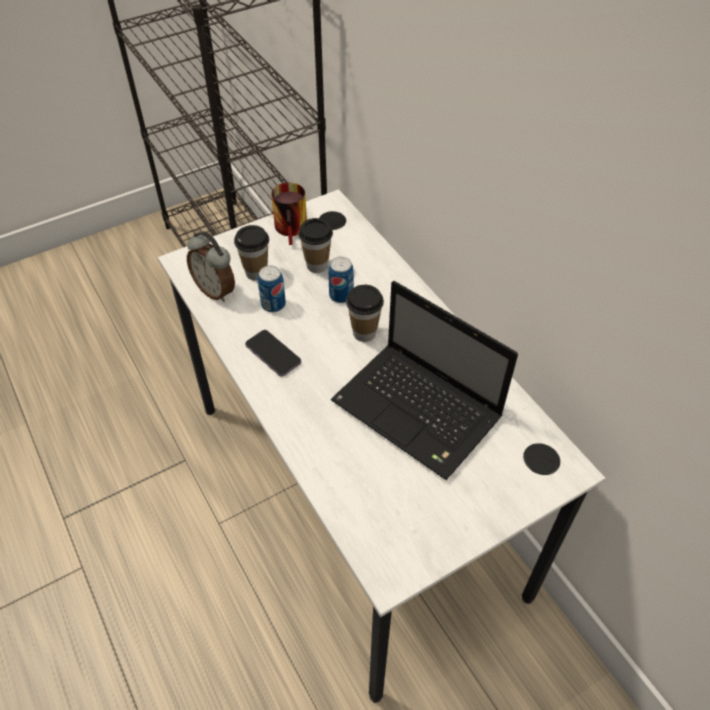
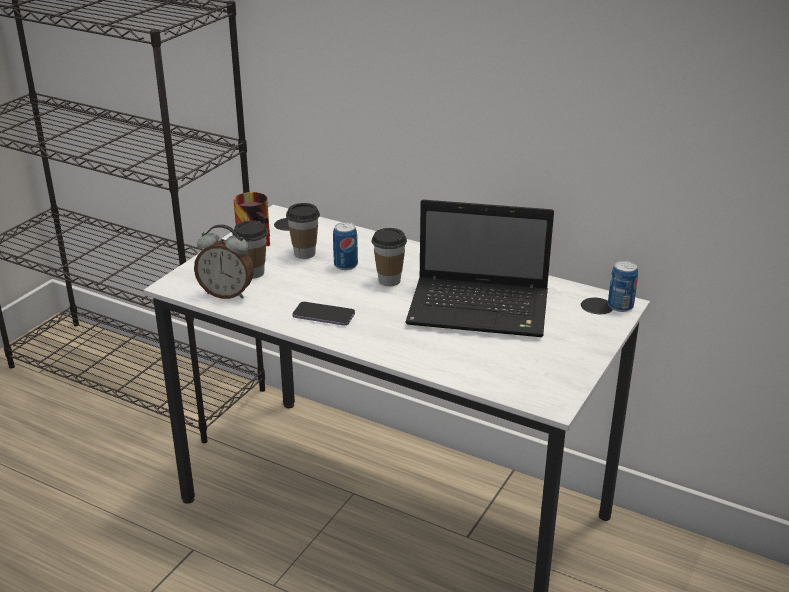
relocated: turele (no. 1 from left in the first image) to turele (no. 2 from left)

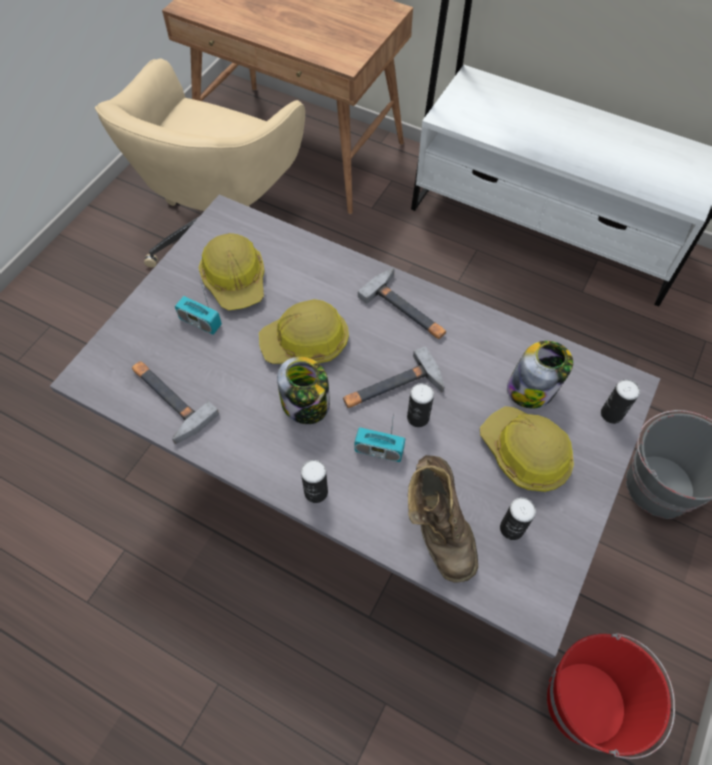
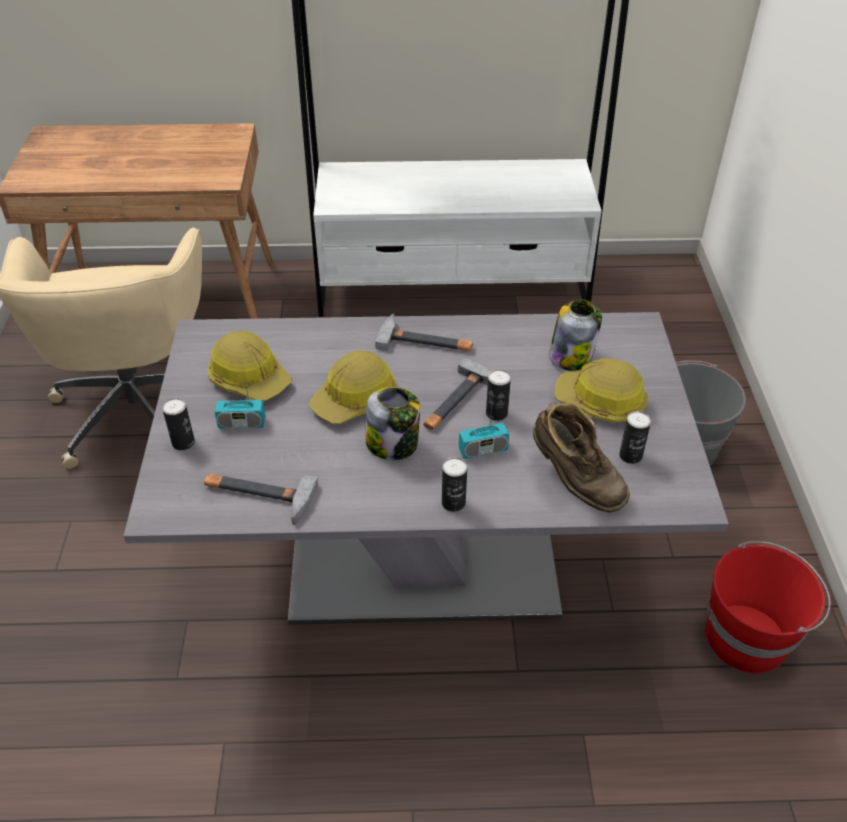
relocated: turele (no. 4 from left in the first image) to turele (no. 1 from left)

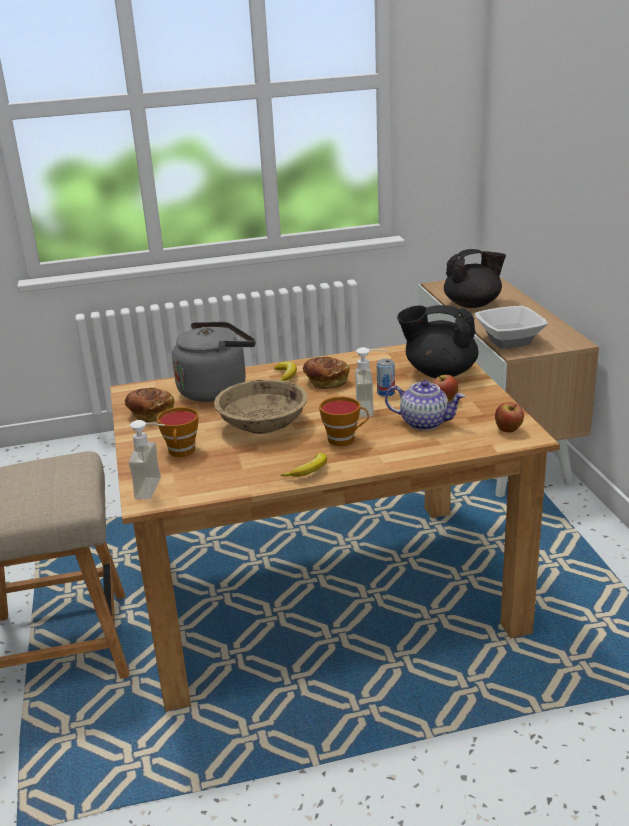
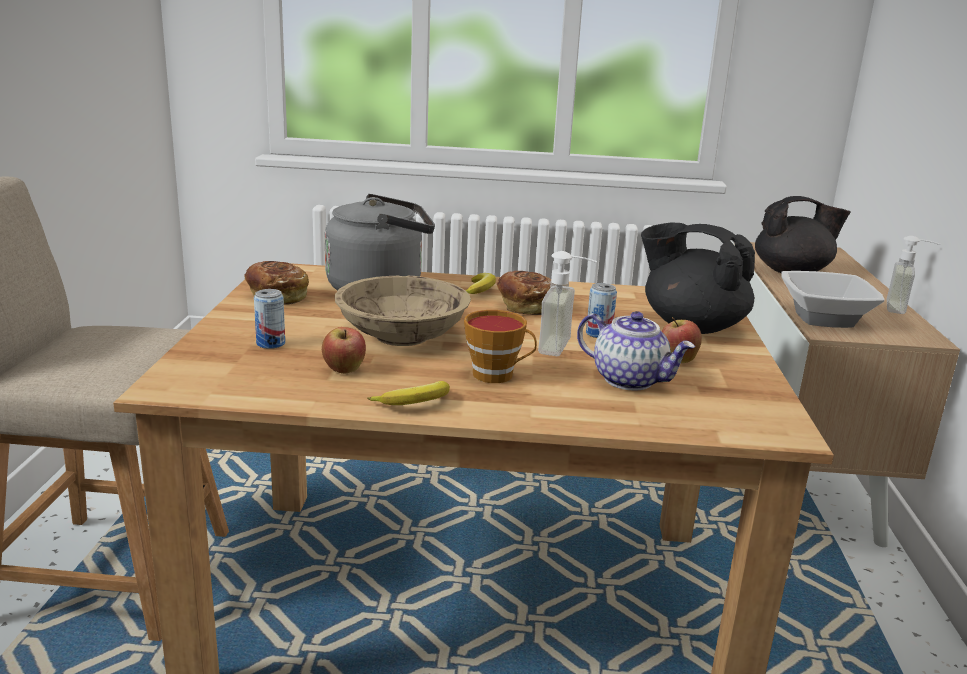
relocated: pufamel (no. 2 from left in the first image) to pufamel (no. 1 from left); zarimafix (no. 1 from left in the first image) to zarimafix (no. 2 from left)
exchanged: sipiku (no. 1 from left) to turele (no. 1 from left)

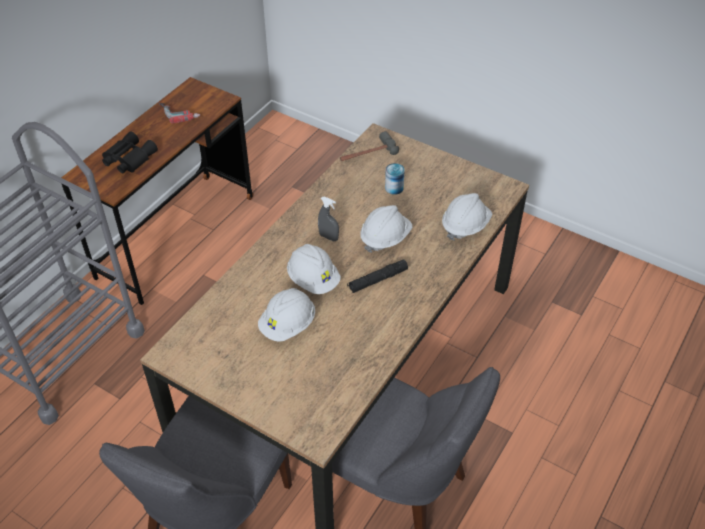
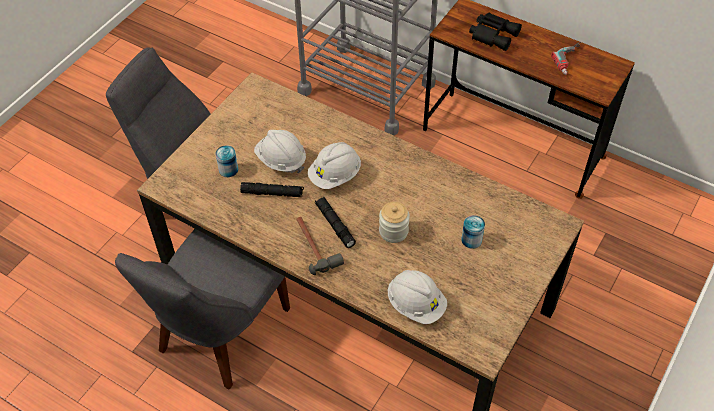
missing: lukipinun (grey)
appeared: turele (no. 1 from left); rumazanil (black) (no. 1 from left)
relocated: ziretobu
exchanged: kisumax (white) (no. 3 from left) to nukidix

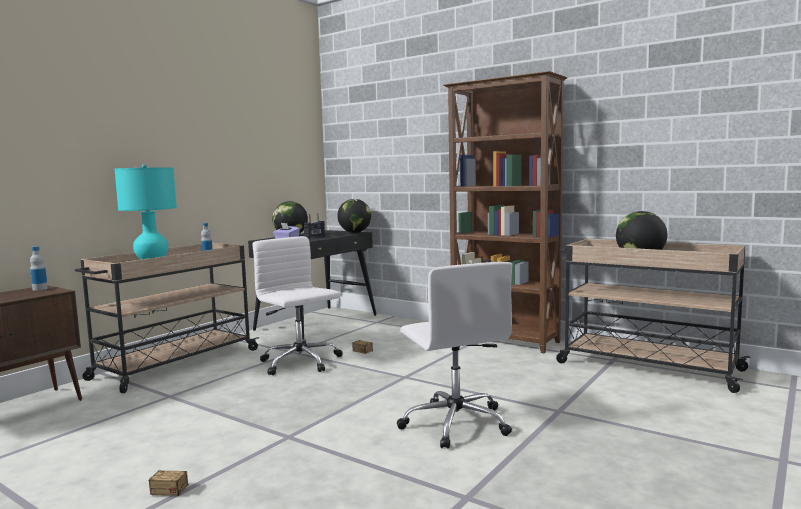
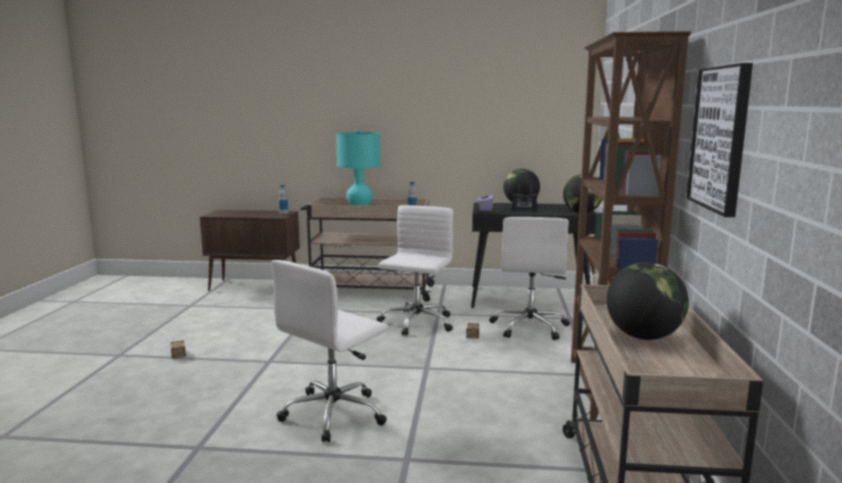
appeared: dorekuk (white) (no. 3 from left); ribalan

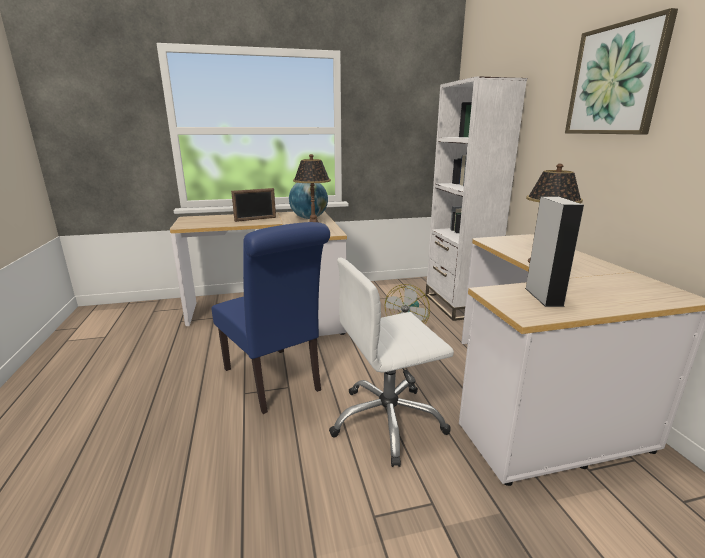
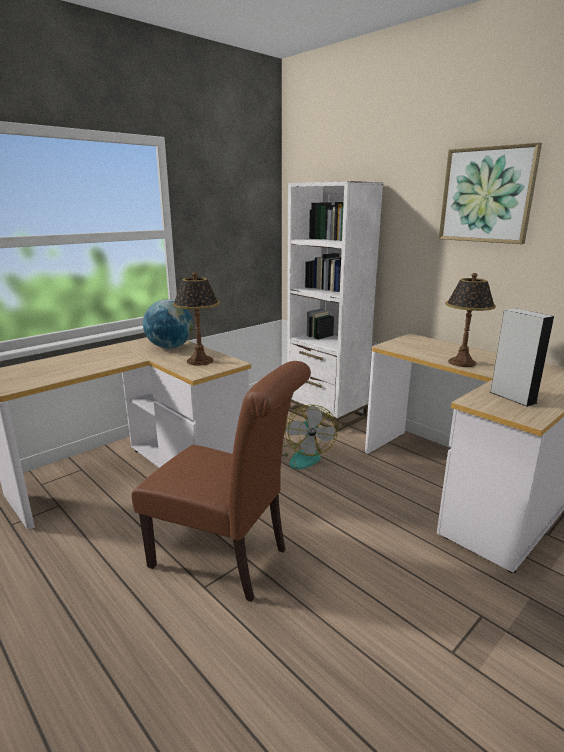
missing: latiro; dorekuk (white)
colour: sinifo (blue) to sinifo (brown)

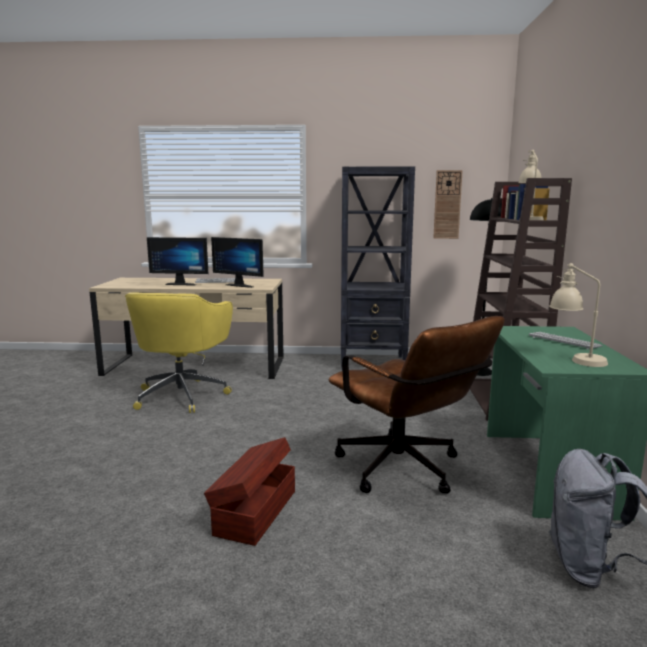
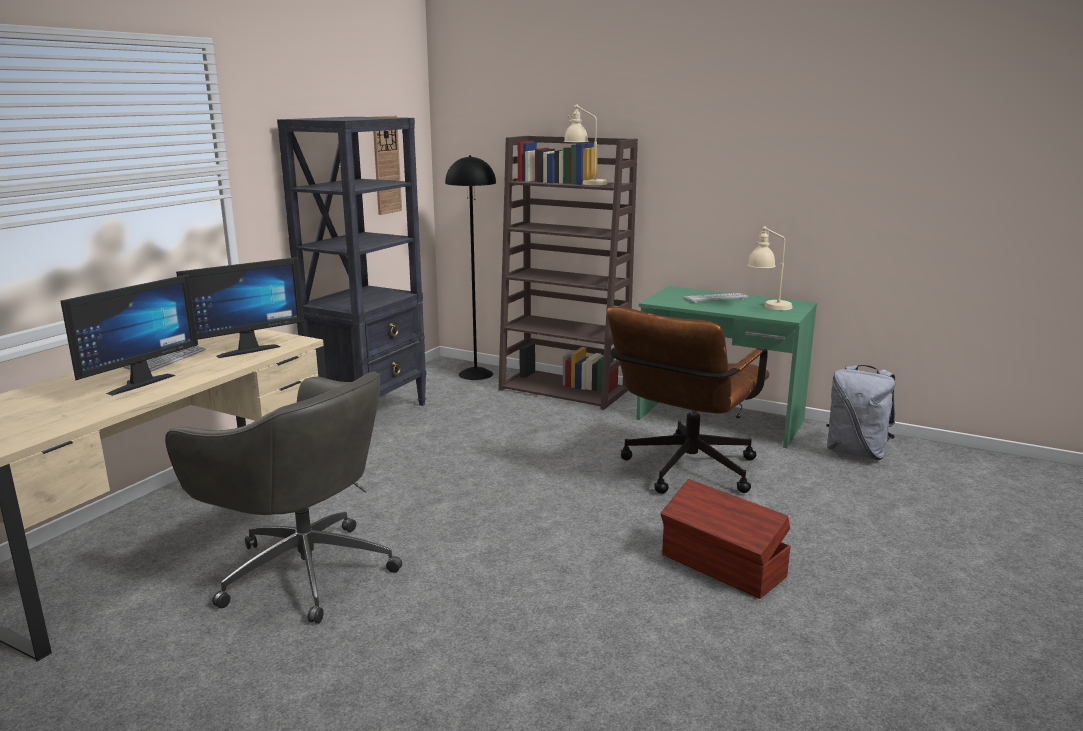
colour: dorekuk (yellow) to dorekuk (grey)
spun: dorekuk (brown) 135 degrees clockwise

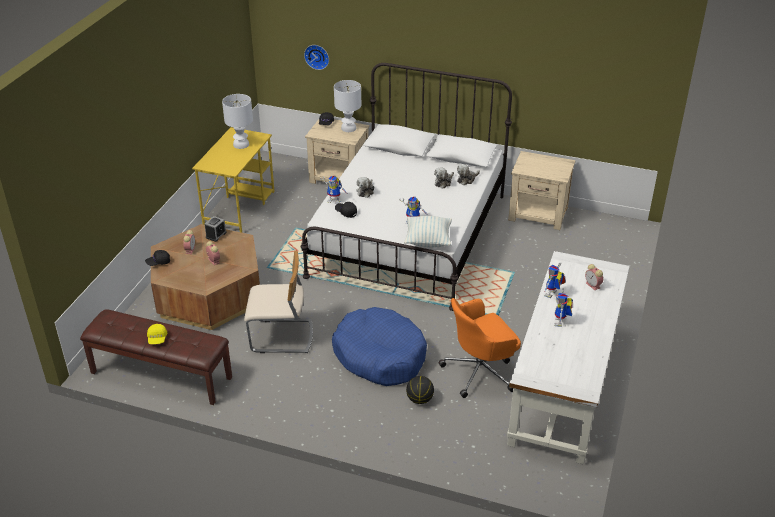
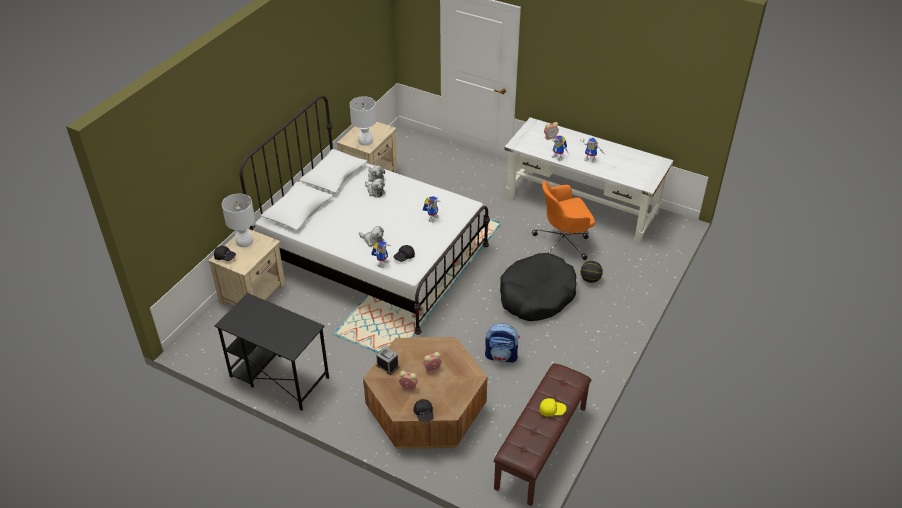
missing: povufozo; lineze
relocated: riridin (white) (no. 1 from left in the first image) to riridin (white) (no. 2 from left)
exchanged: sinifo (beige) to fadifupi
colour: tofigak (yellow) to tofigak (black); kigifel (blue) to kigifel (black)
spun: dorekuk (orange) 90 degrees clockwise

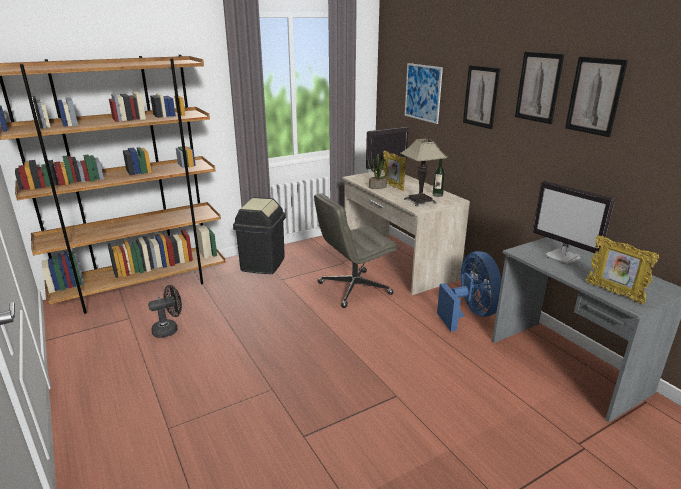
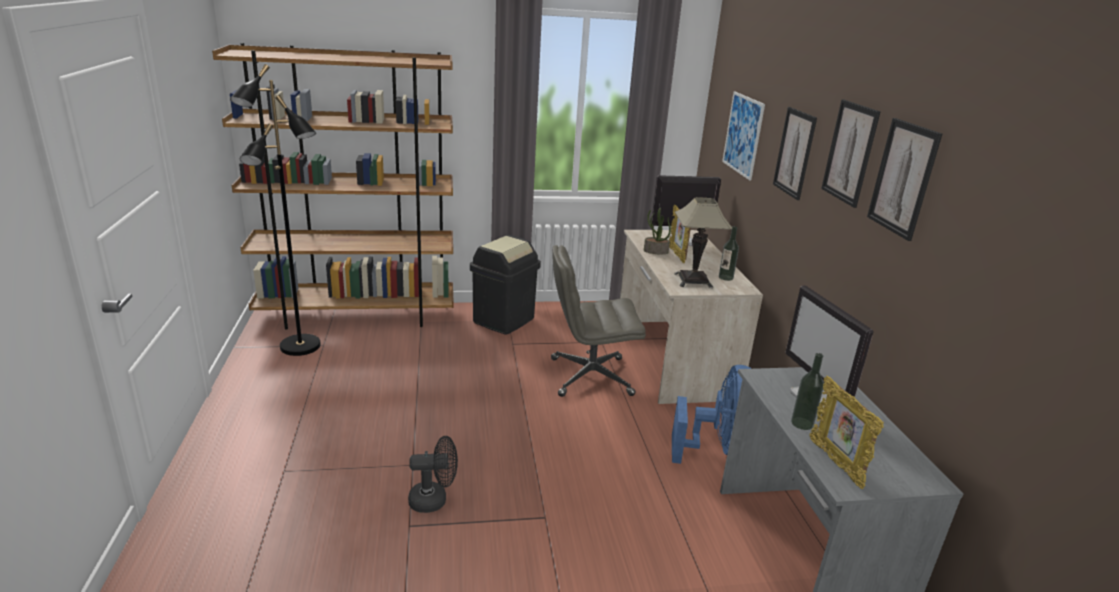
appeared: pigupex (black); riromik (no. 2 from left)
relocated: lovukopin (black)

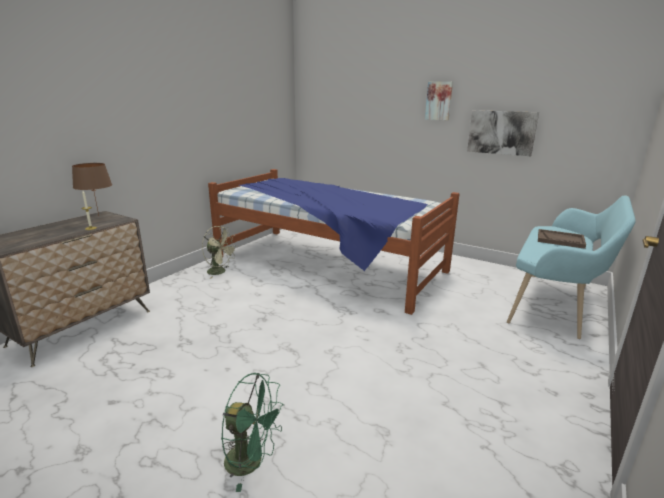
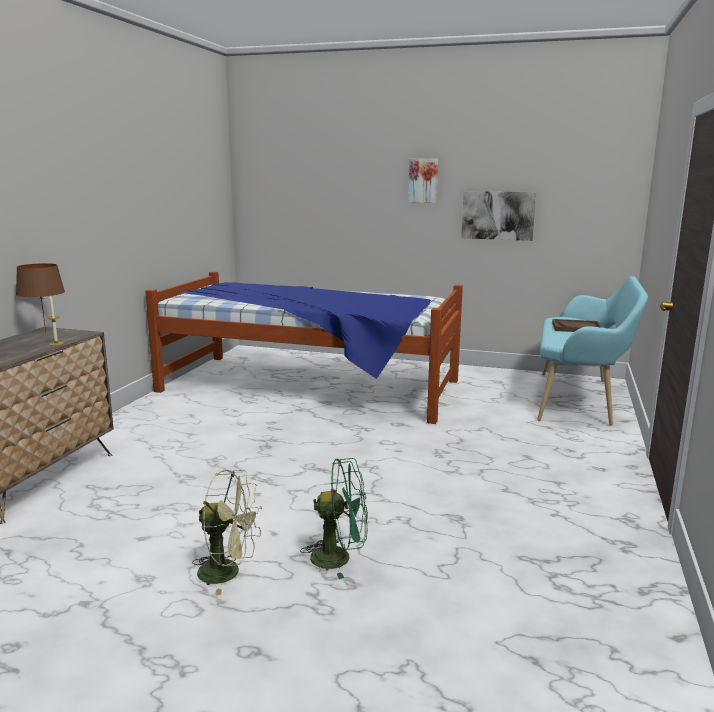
relocated: lovukopin (green) (no. 1 from left)

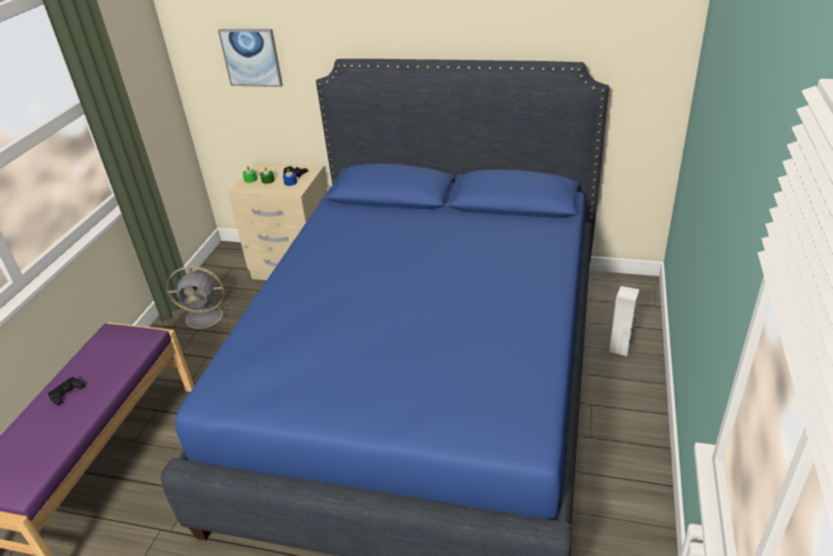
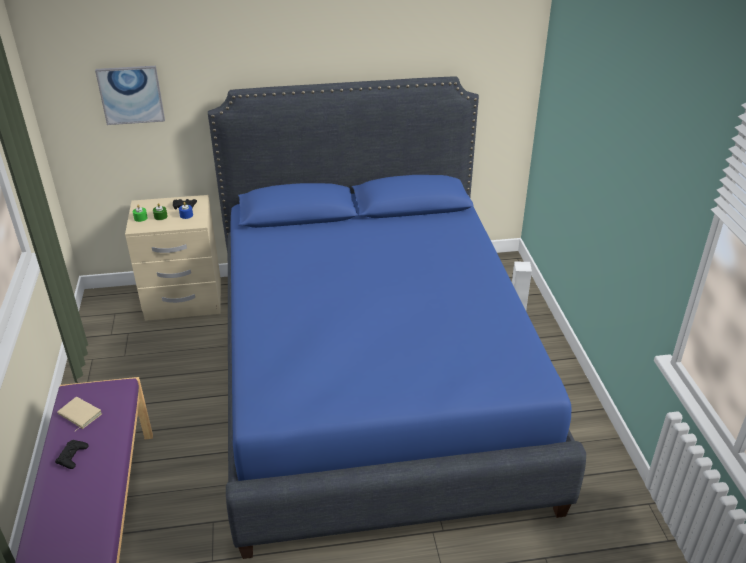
missing: lovukopin (grey)
appeared: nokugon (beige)

